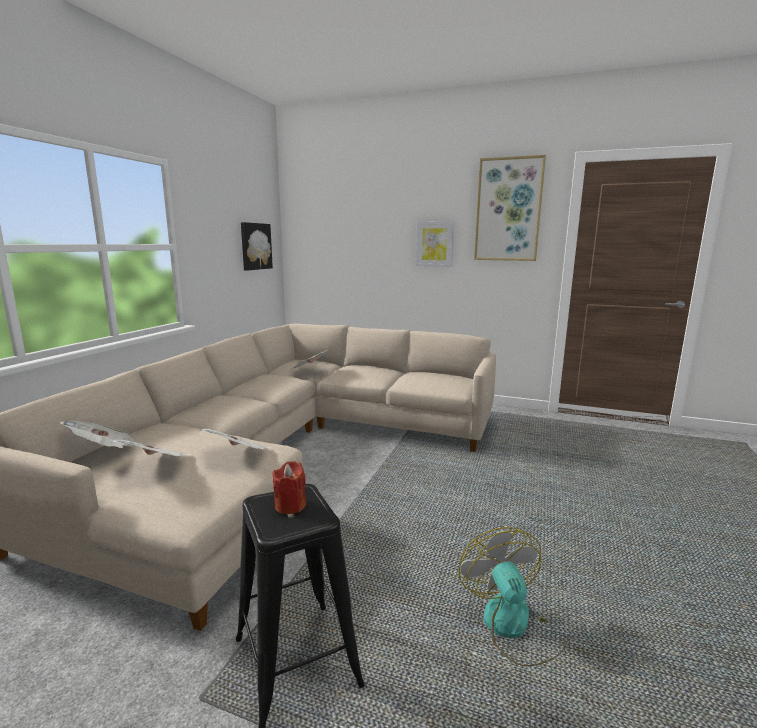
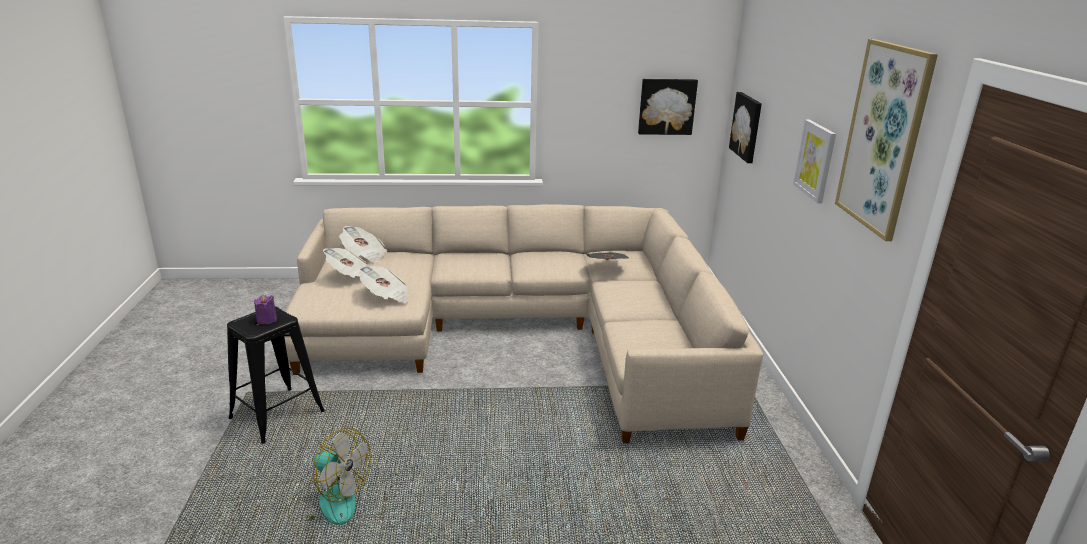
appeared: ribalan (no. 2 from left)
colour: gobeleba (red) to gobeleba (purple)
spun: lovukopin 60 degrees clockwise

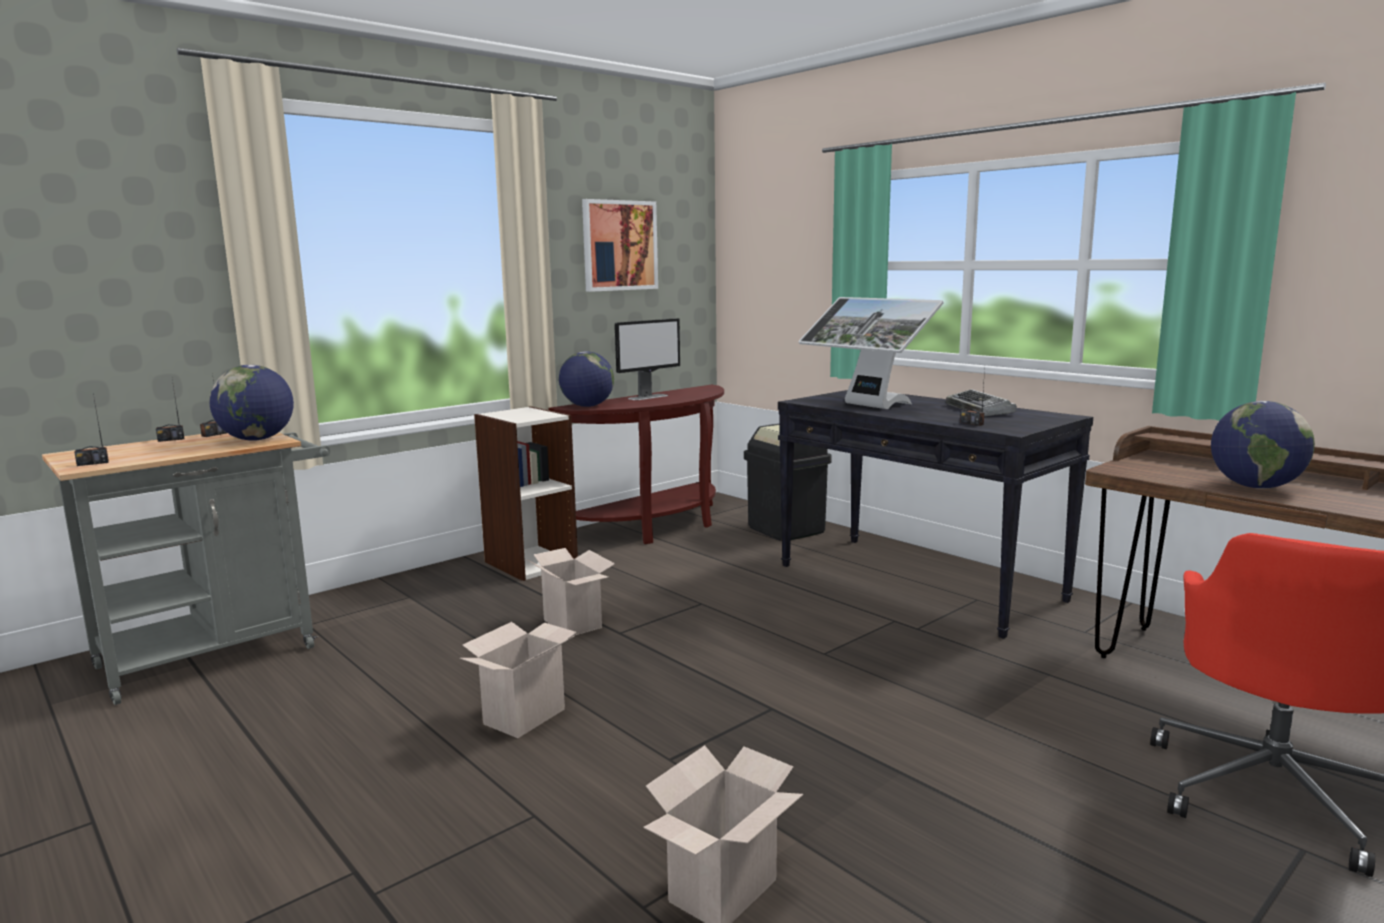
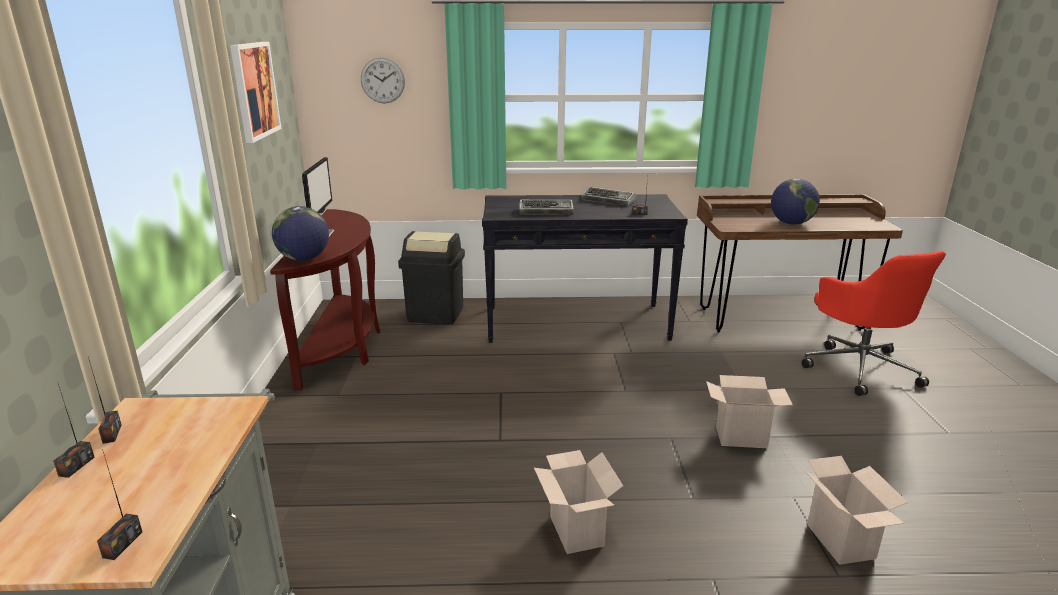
missing: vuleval (no. 1 from left); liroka
appeared: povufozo
relocated: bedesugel (no. 2 from left)
exchanged: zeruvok (no. 2 from left) to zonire (no. 1 from left)

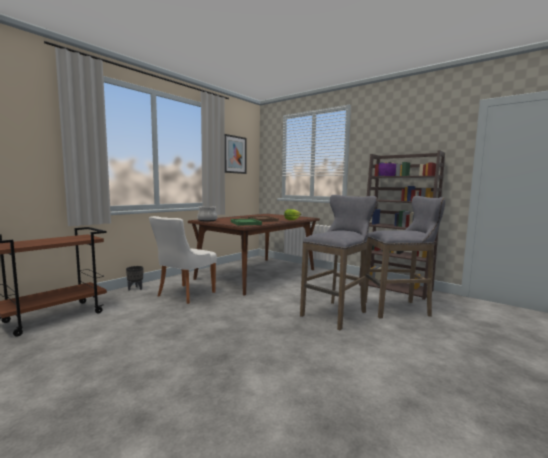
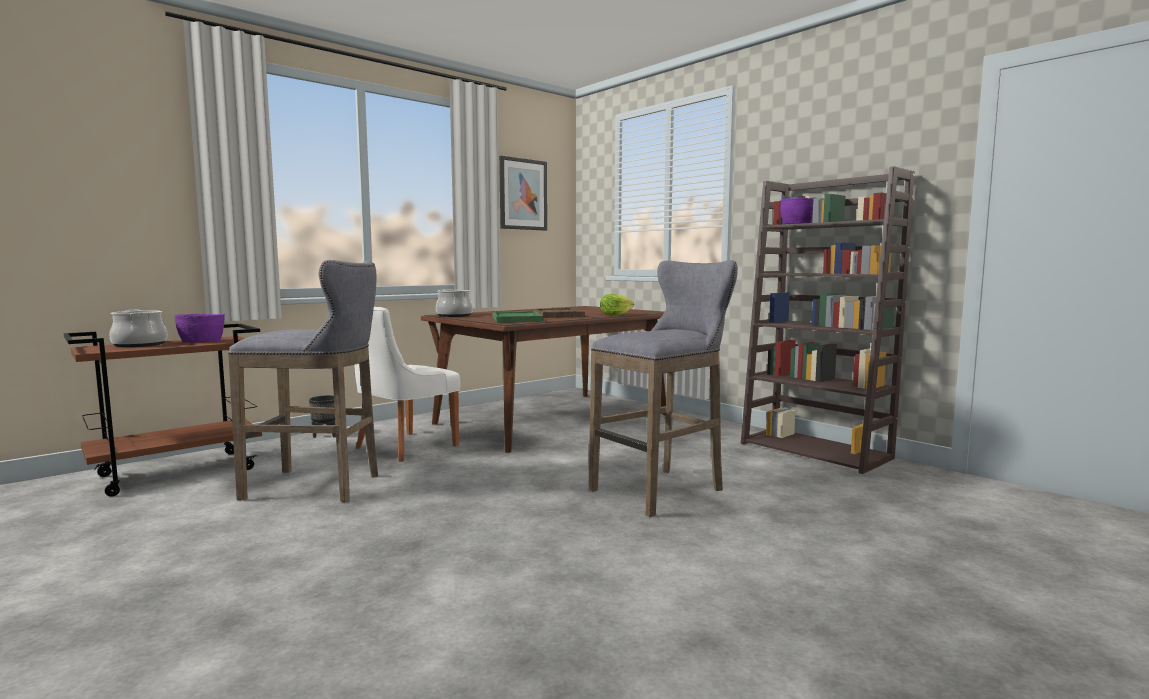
appeared: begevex (no. 1 from left); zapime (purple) (no. 1 from left)
relocated: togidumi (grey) (no. 2 from left in the first image) to togidumi (grey) (no. 1 from left)

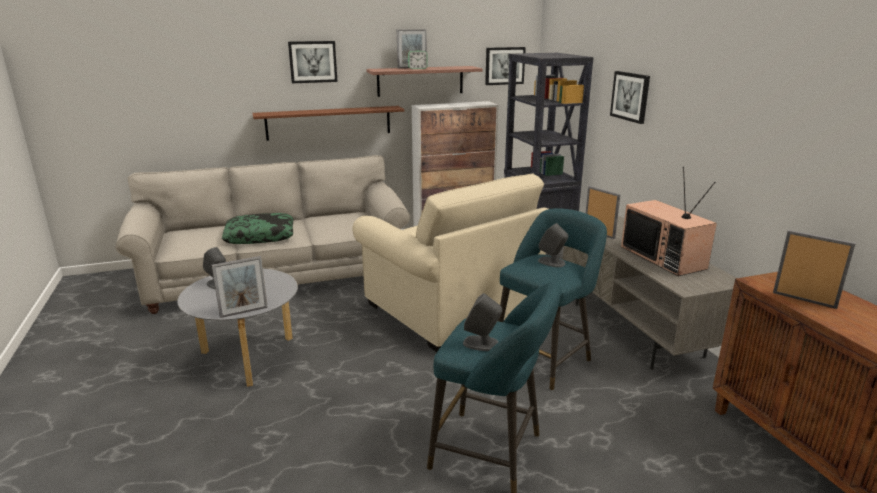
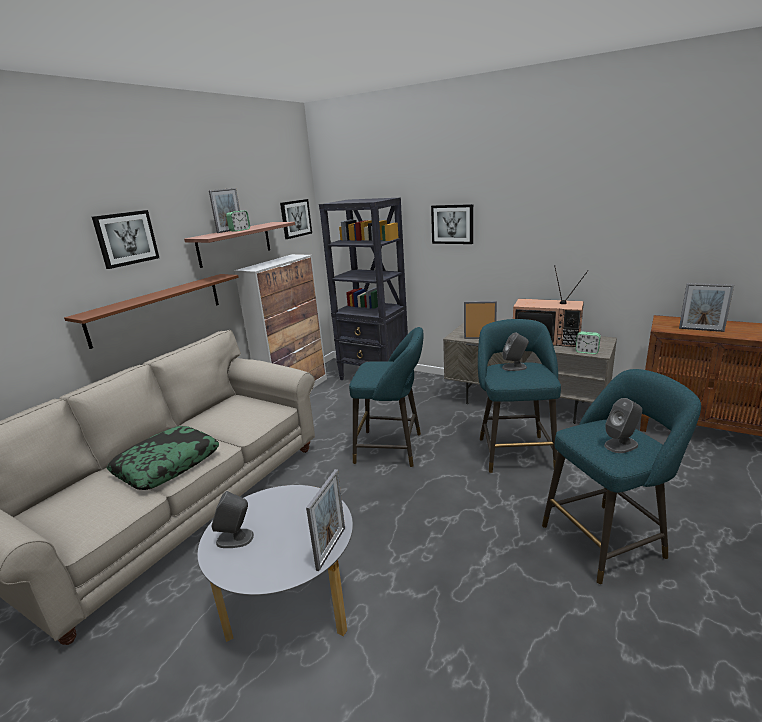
appeared: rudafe (no. 2 from left)
exchanged: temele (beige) to togidumi (turquoise) (no. 1 from left)
spun: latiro (no. 4 from left) 150 degrees counterclockwise

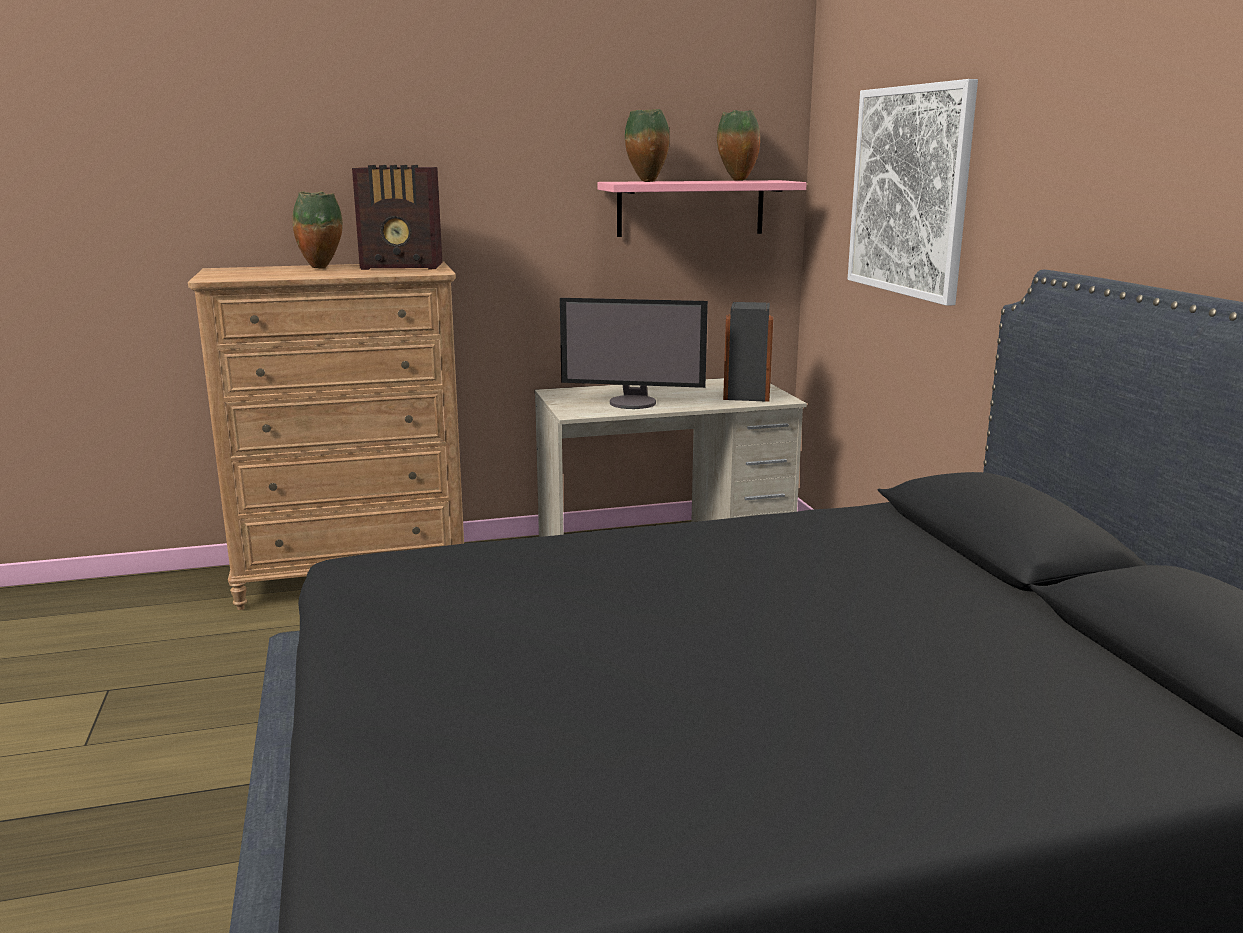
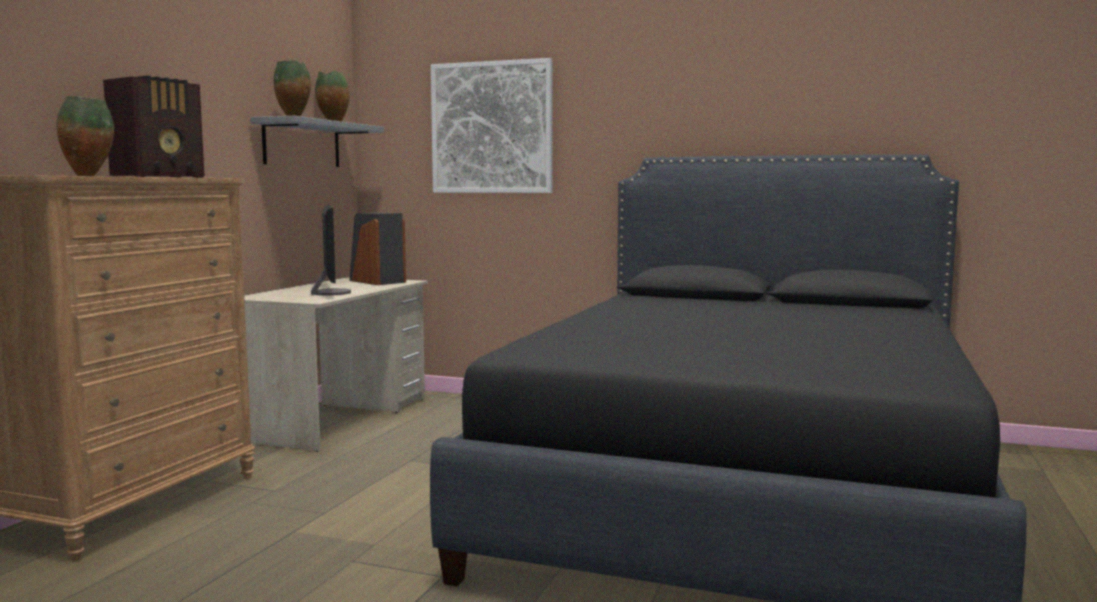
colour: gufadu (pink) to gufadu (grey)
spun: zeruvok 60 degrees counterclockwise

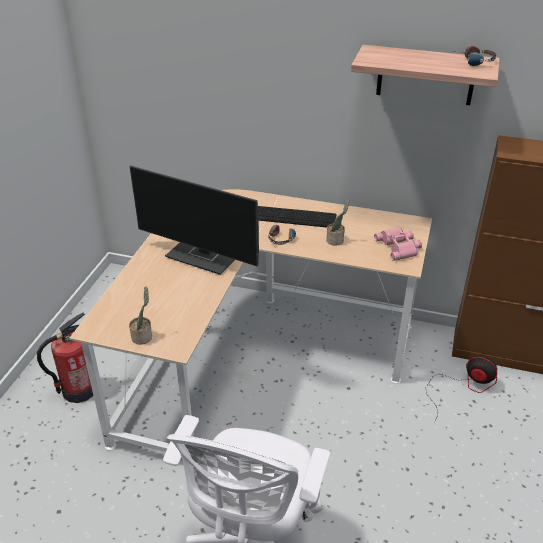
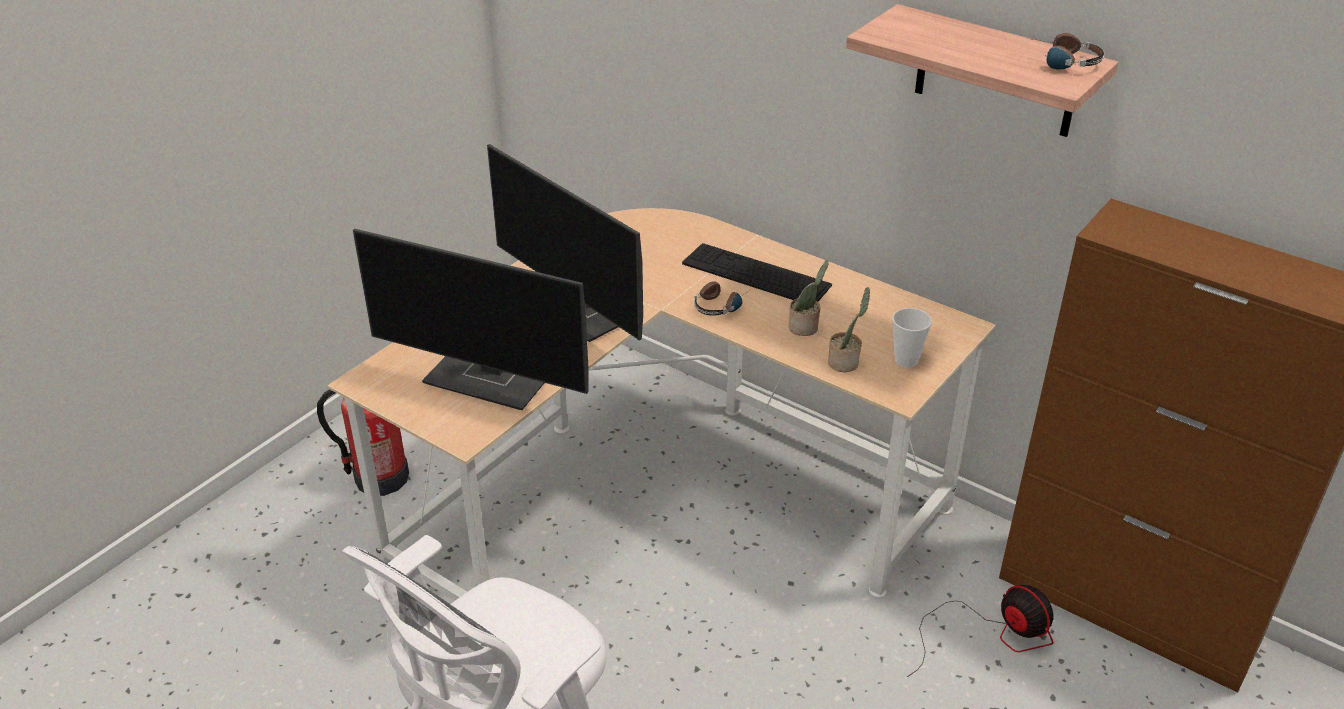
appeared: zeruvok (no. 1 from left)
relocated: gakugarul (no. 1 from left in the first image) to gakugarul (no. 2 from left)
exchanged: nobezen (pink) to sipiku

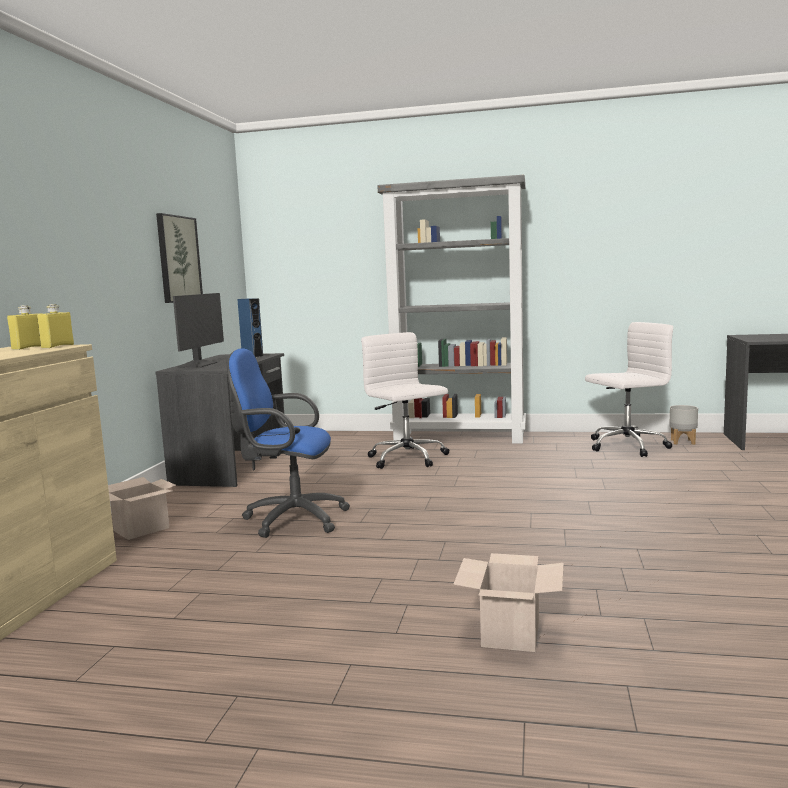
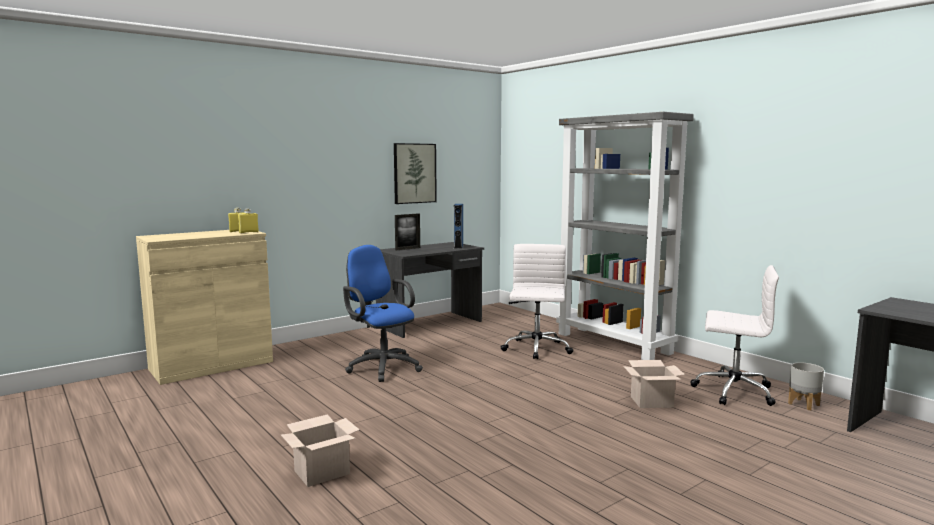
relocated: bedesugel (no. 1 from left in the first image) to bedesugel (no. 2 from left)
exchanged: zeruvok to latiro

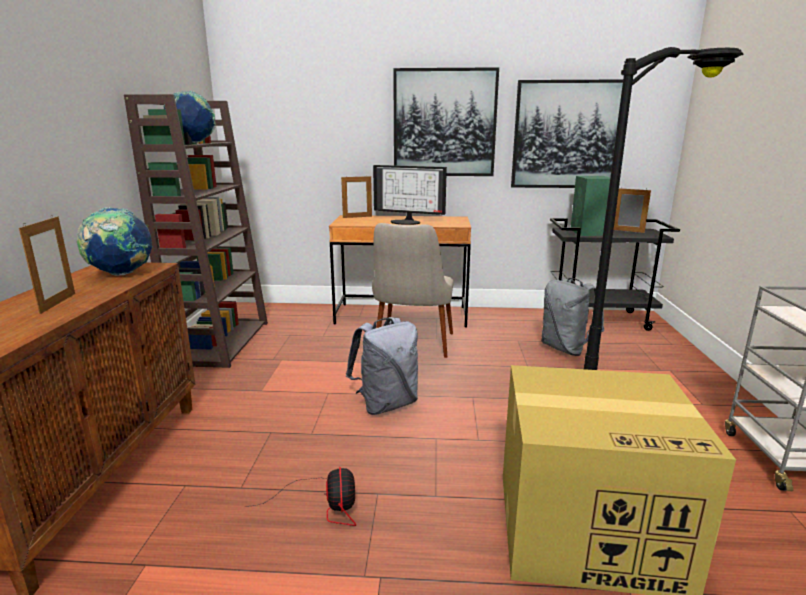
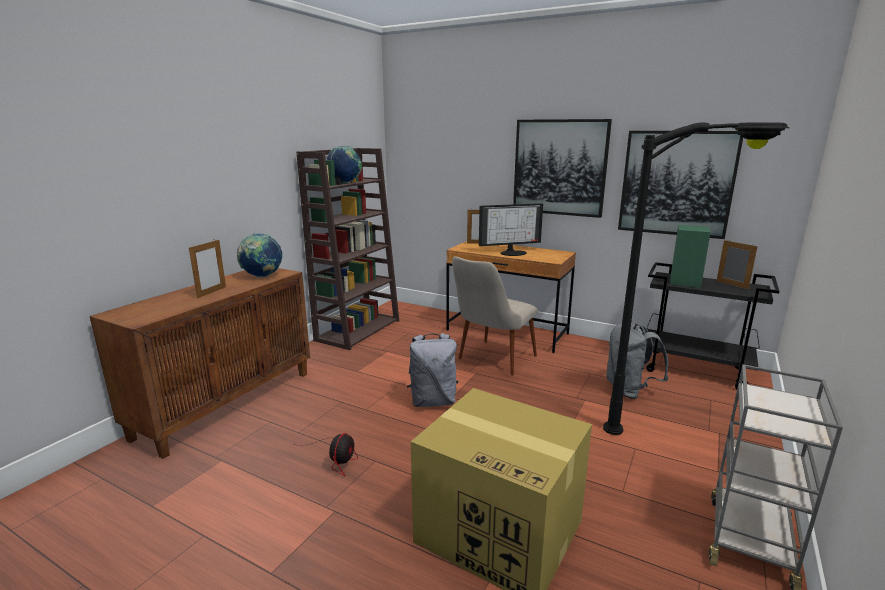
spun: zeruvok 60 degrees counterclockwise

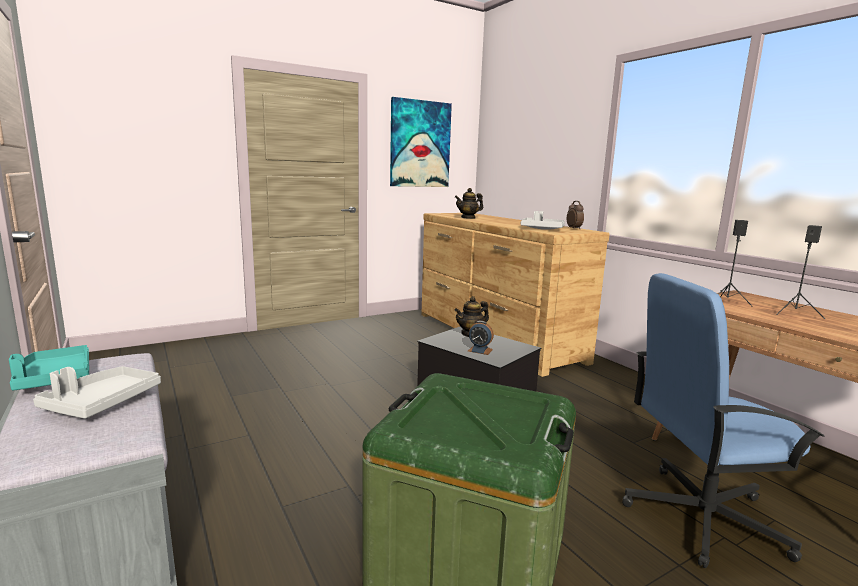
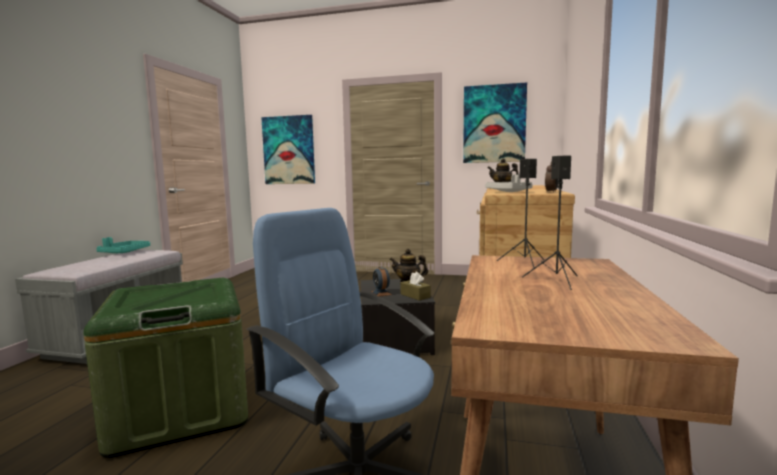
missing: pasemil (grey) (no. 1 from left)
appeared: ribalan (no. 1 from left); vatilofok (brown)

